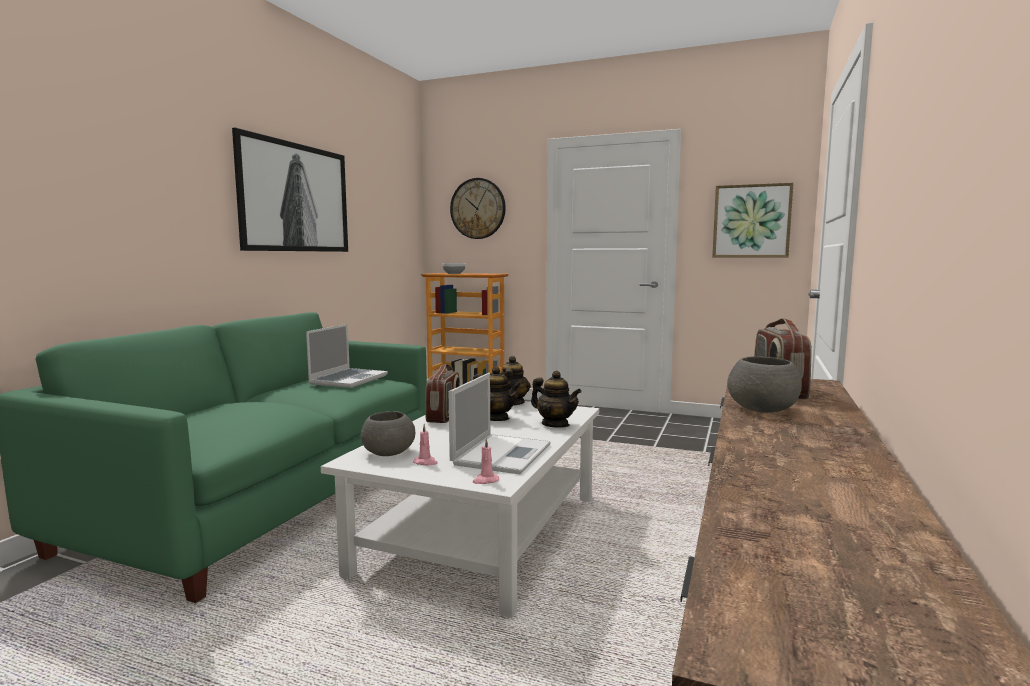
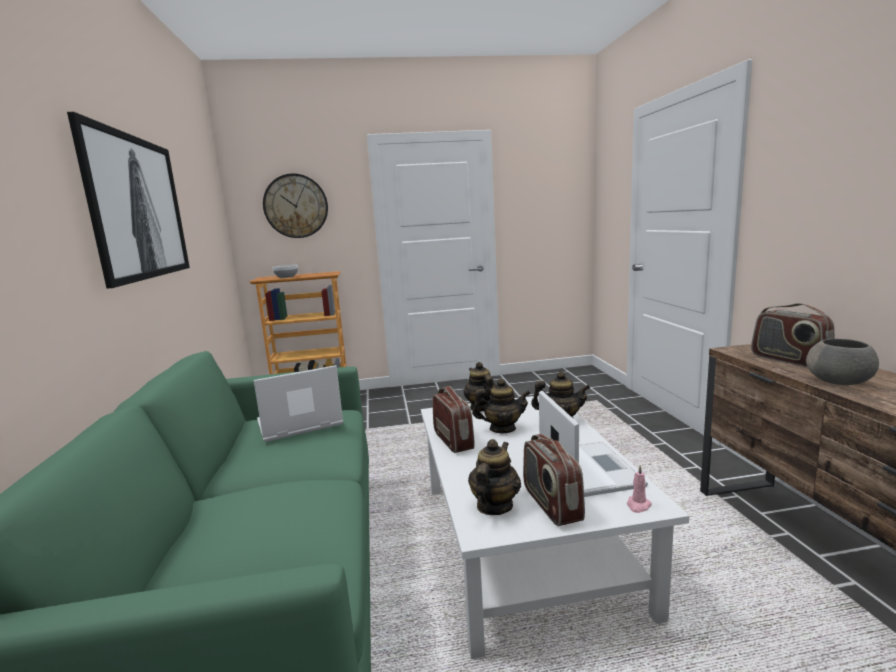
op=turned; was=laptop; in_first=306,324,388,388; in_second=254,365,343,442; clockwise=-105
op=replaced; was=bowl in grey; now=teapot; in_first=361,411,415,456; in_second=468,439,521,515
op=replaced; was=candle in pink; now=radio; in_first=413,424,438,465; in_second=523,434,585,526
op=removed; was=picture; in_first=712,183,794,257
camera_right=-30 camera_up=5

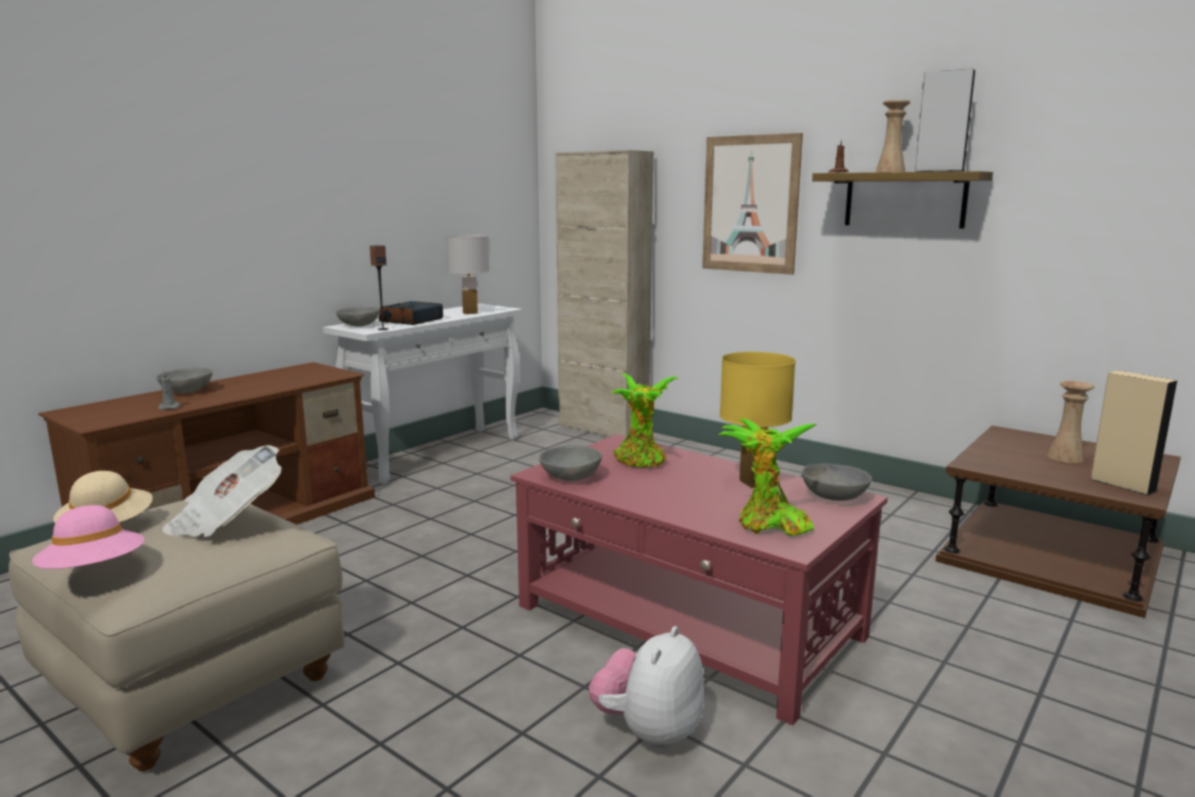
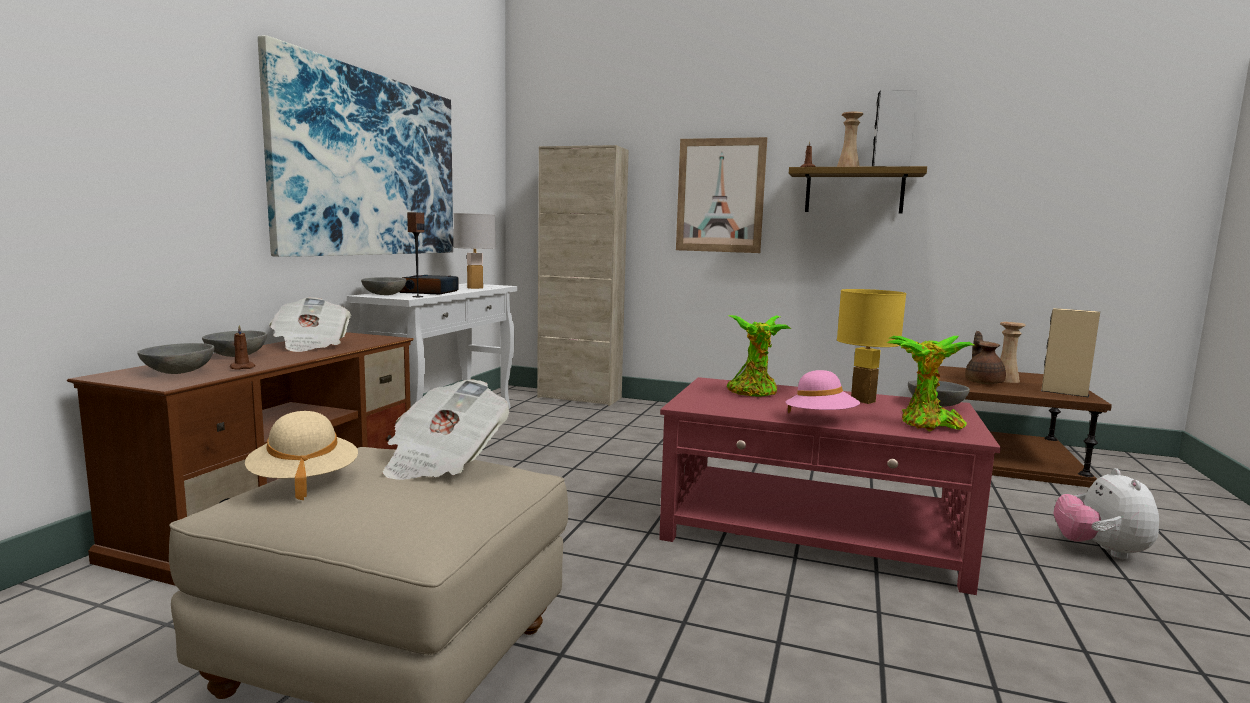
op=moved; was=hat in pink; in_first=32,505,144,569; in_second=786,370,860,413
op=recoloured; was=candle in grey; now=candle in brown; in_first=158,370,180,410; in_second=230,325,256,370
op=moved; was=bowl in grey; in_first=539,445,602,482; in_second=137,343,215,374
op=moved; was=plush toy; in_first=589,626,704,750; in_second=1054,468,1159,560
op=added; now=picture; in_second=258,35,453,257
op=added; now=newspaper; in_second=269,297,351,352
op=added; now=teapot in brown; in_second=965,331,1006,384
camera_right=-20 camera_up=-5

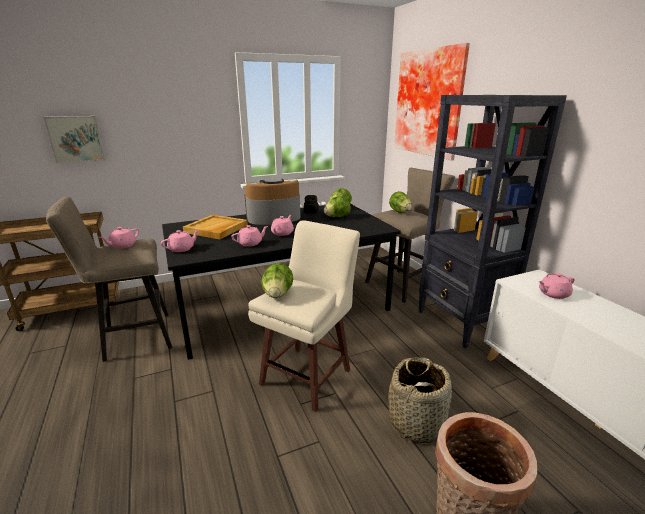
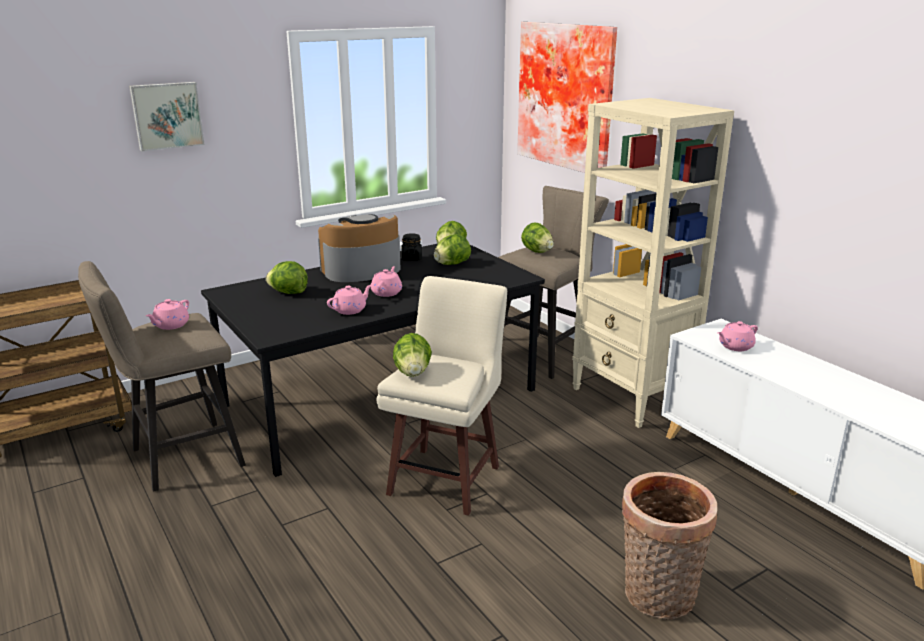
op=moved; was=picture; in_first=43,116,105,163; in_second=129,82,205,151
op=removed; was=teapot in pink; in_first=161,230,199,252
op=replaced; was=tray in beige; now=lettuce; in_first=183,215,248,239; in_second=266,261,308,294
op=removed; was=basket; in_first=388,357,452,443
op=recoloured; was=bookcase in black; now=bookcase in beige; in_first=418,95,567,348; in_second=572,98,734,428
camera_right=-10 camera_up=0

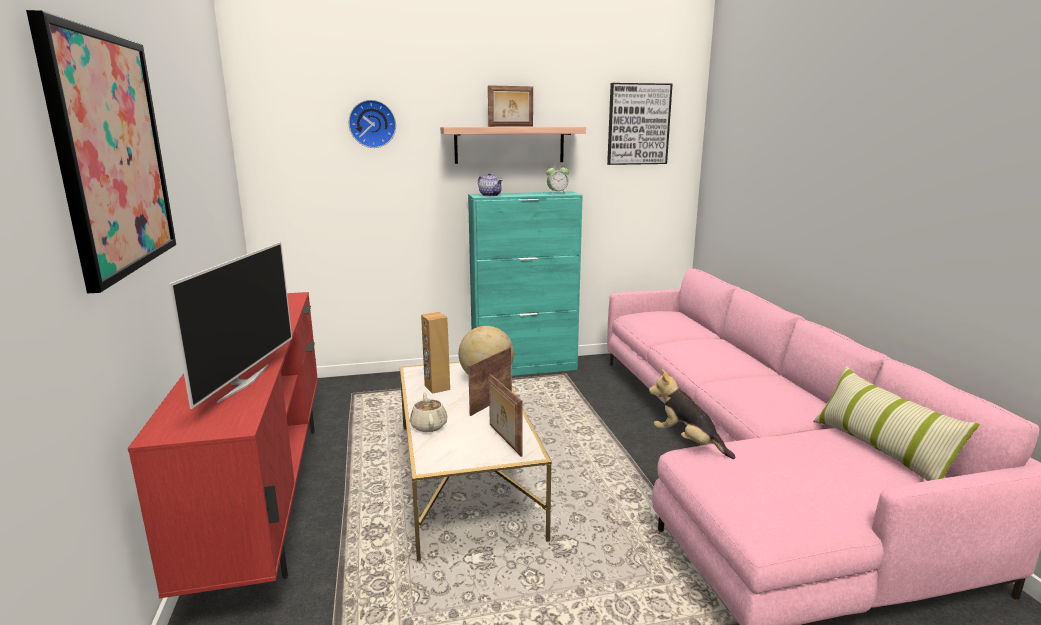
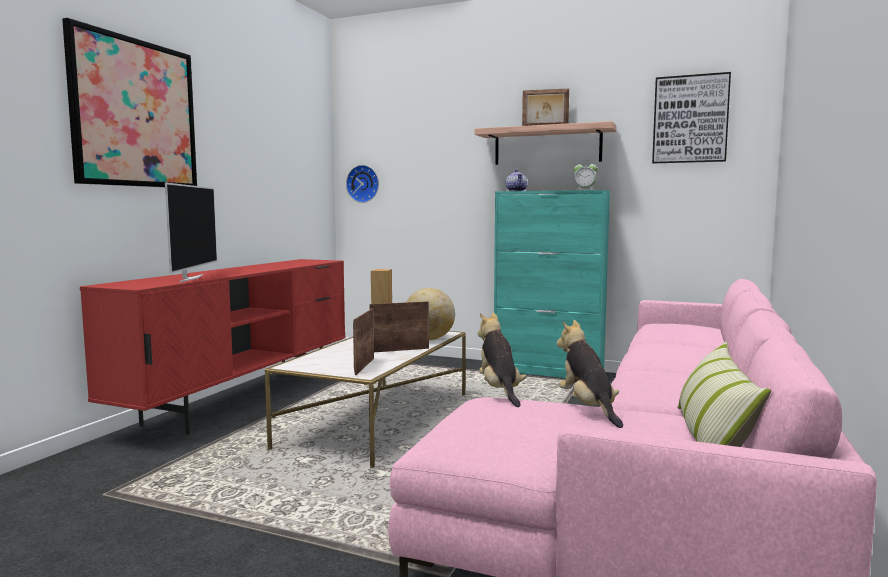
op=turned; was=television; in_first=168,242,292,409; in_second=165,183,217,283; clockwise=-45
op=moved; was=wall clock; in_first=348,100,396,148; in_second=346,165,379,203
op=removed; was=teapot in beige; in_first=410,392,447,432
op=added; now=plush toy; in_second=557,320,623,428
camera_right=35 camera_up=-10

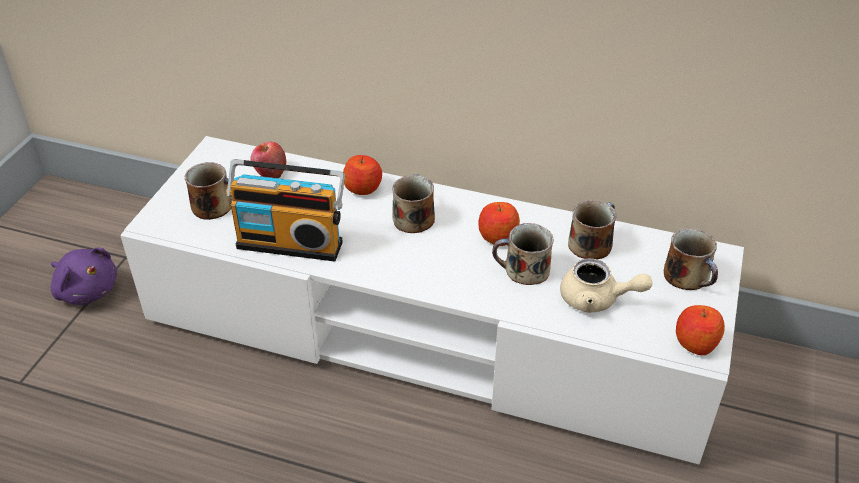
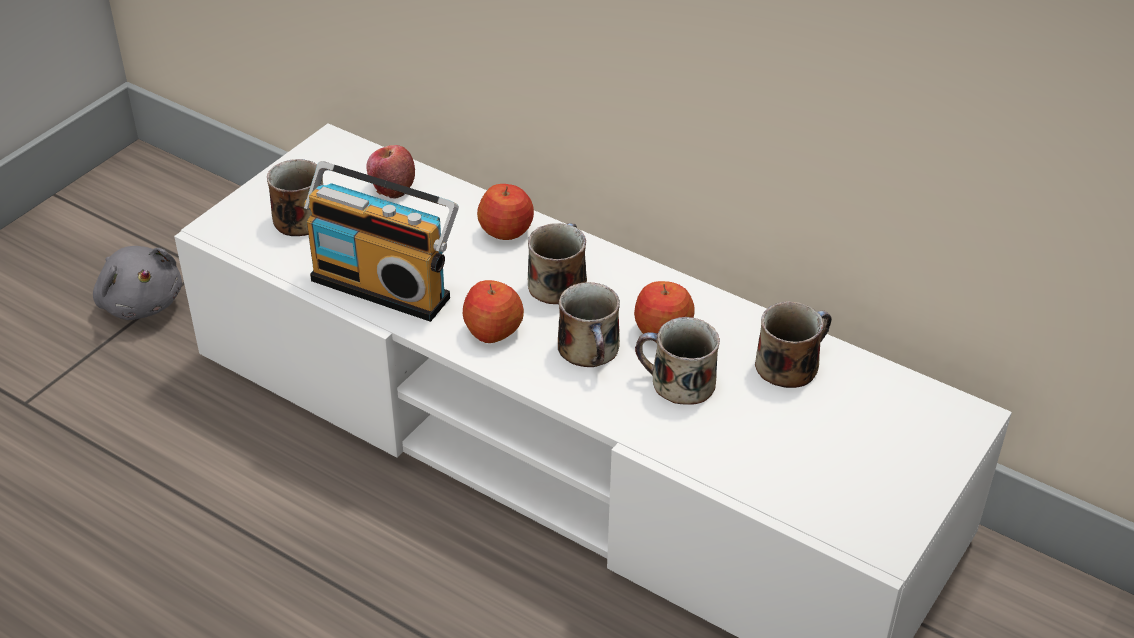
op=recoloured; was=plush toy in purple; now=plush toy in grey; in_first=51,247,117,305; in_second=93,246,182,320
op=removed; was=teapot in beige; in_first=560,258,652,313
op=moved; was=mug; in_first=664,228,718,290; in_second=558,282,620,367
op=moved; was=apple; in_first=676,305,725,355; in_second=463,280,524,343
camera_right=15 camera_up=0

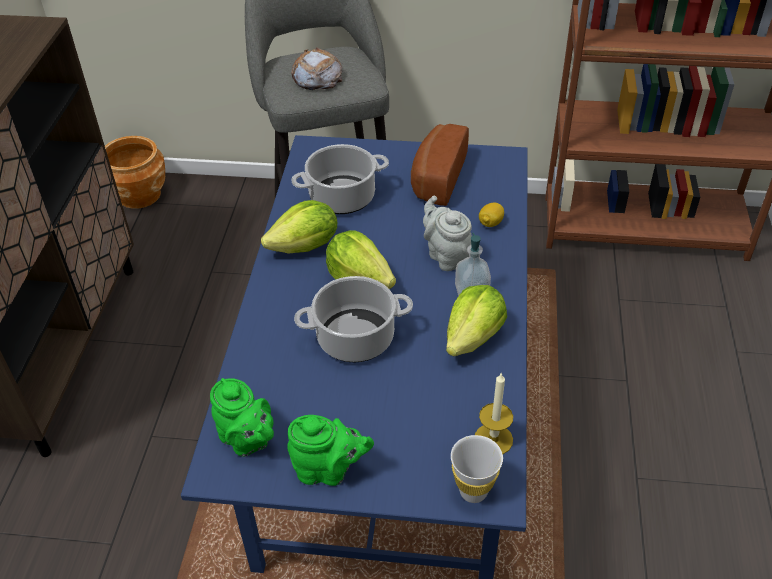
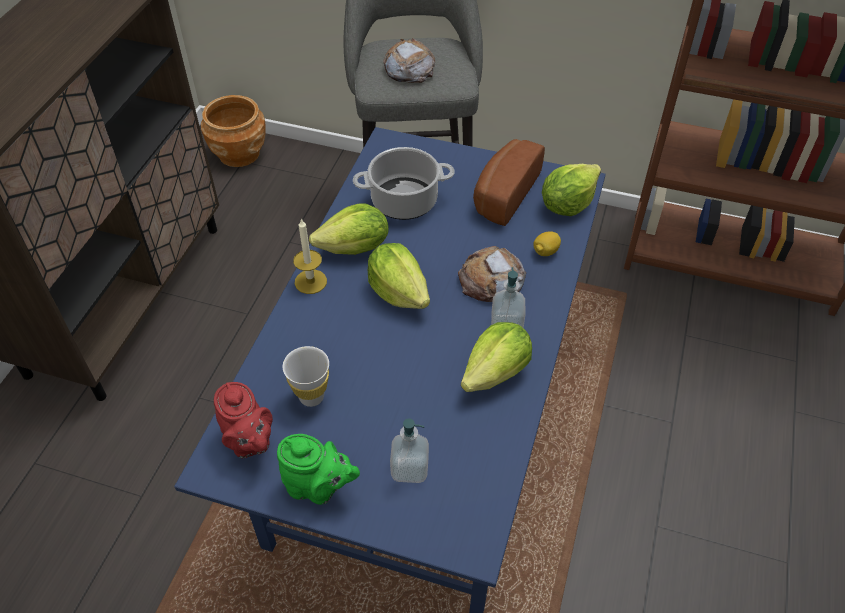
op=recoloured; was=teapot in green; now=teapot in red; in_first=210,378,274,457; in_second=214,382,273,458
op=removed; was=cooking pot; in_first=294,276,413,362
op=replaced; was=teapot in grey; now=bread; in_first=423,196,472,271; in_second=458,246,526,302
op=moved; was=cup in white; in_first=451,435,503,503; in_second=283,346,329,407
op=moved; was=candle; in_first=475,372,513,454; in_second=293,219,327,294
op=added; now=soap dispenser; in_second=390,418,429,483
op=added; now=lettuce; in_second=542,164,601,216
camera_right=10 camera_up=5

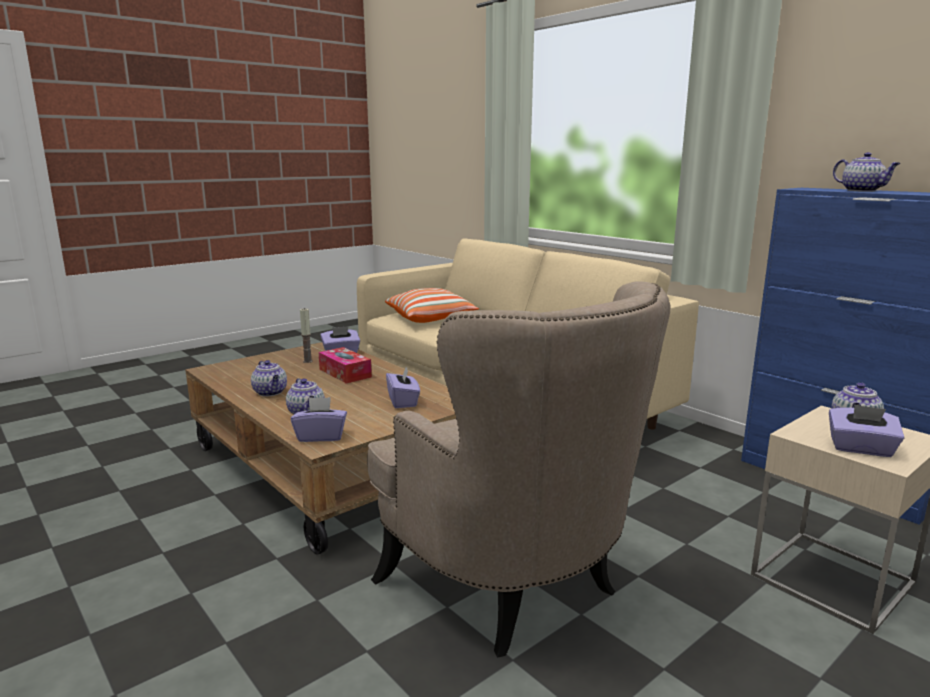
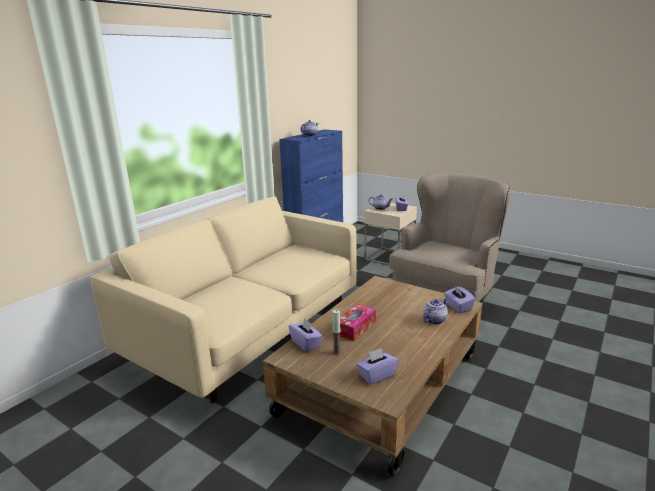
op=removed; was=teapot; in_first=251,360,287,396
op=removed; was=pillow; in_first=385,288,479,323
op=moved; was=tissue box in purple; in_first=386,367,420,408; in_second=357,348,399,385
camera_right=-105 camera_up=5

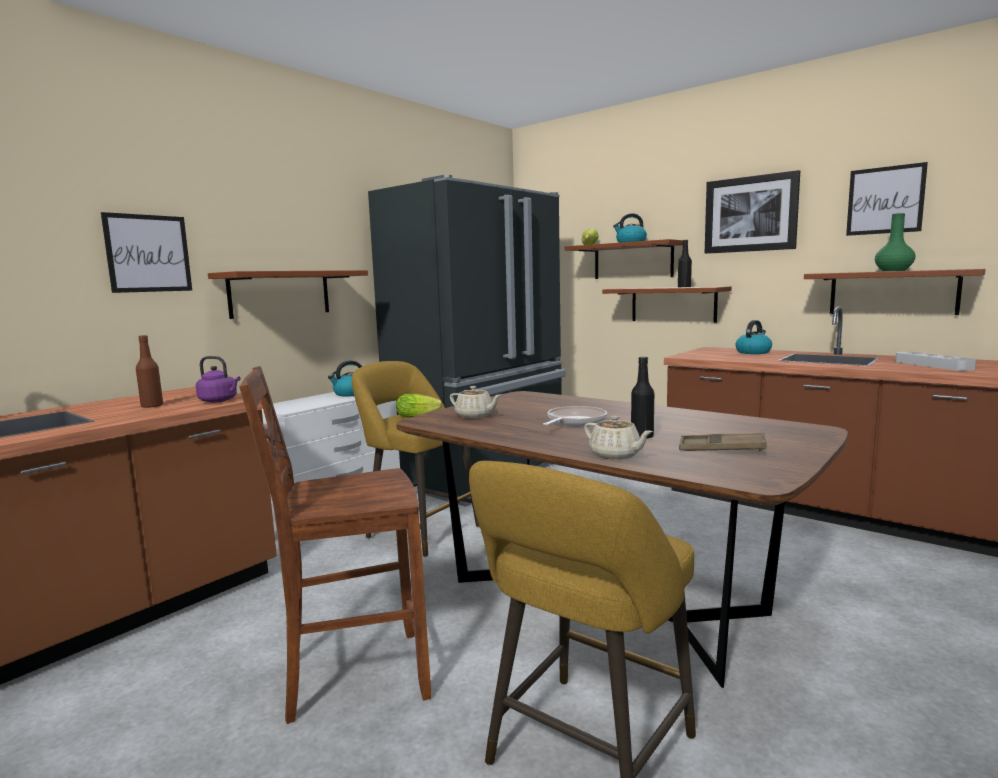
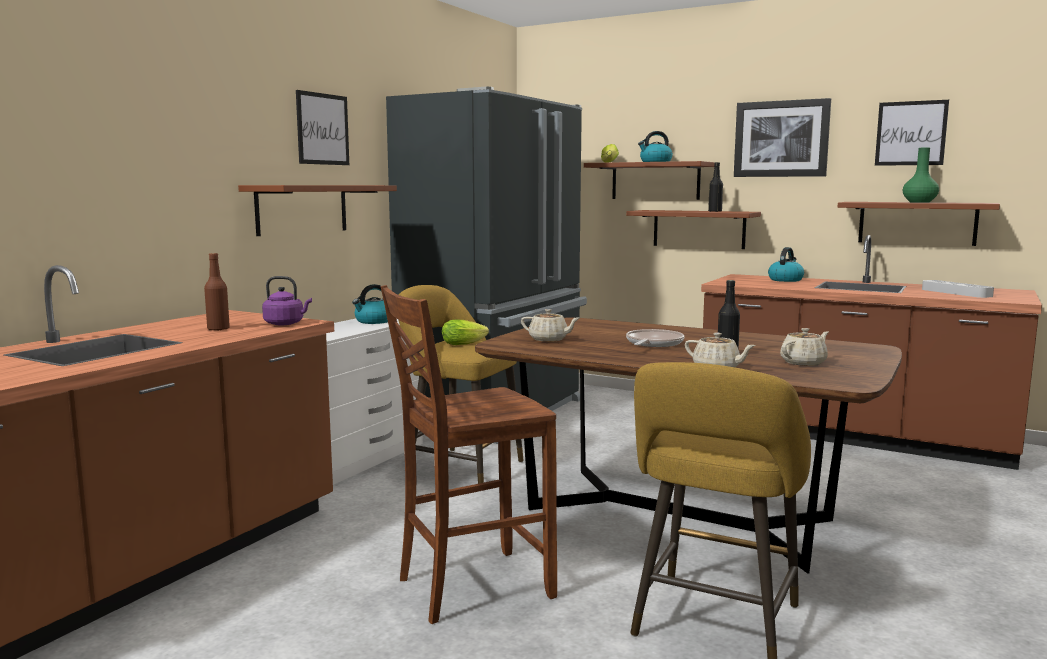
op=moved; was=picture; in_first=101,212,192,293; in_second=296,90,349,165
op=replaced; was=tray in brown; now=teapot in beige; in_first=679,433,767,451; in_second=780,328,828,366
camera_right=-10 camera_up=0

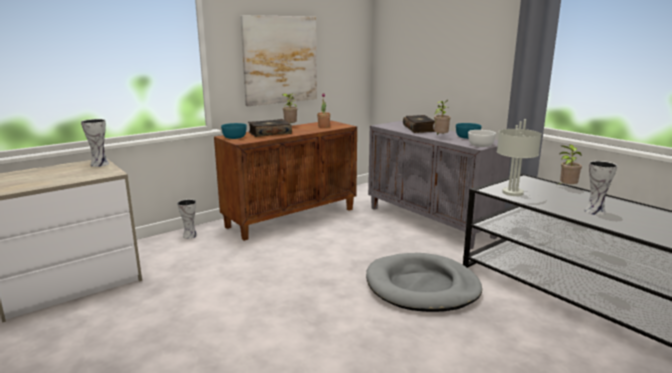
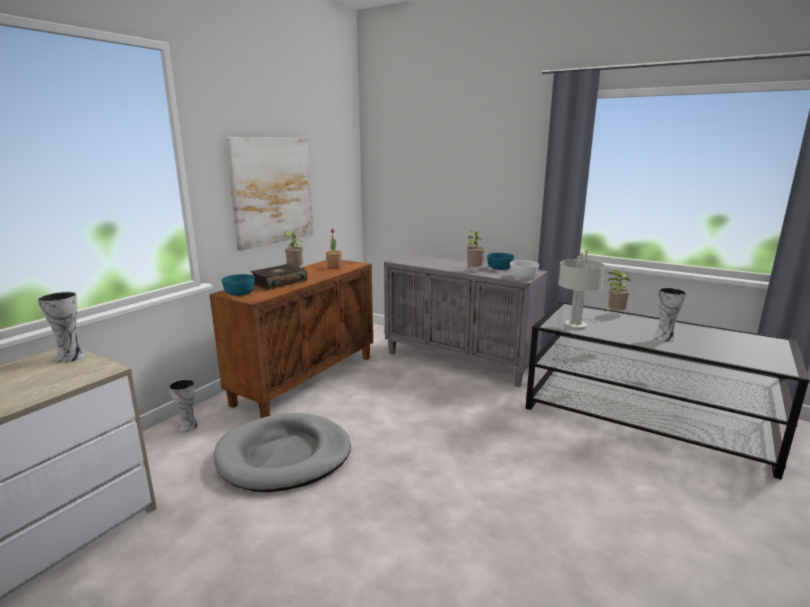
op=moved; was=dog bed in grey; in_first=366,253,482,312; in_second=214,413,351,492
op=removed; was=book; in_first=403,115,435,133
camera_right=-20 camera_up=0

